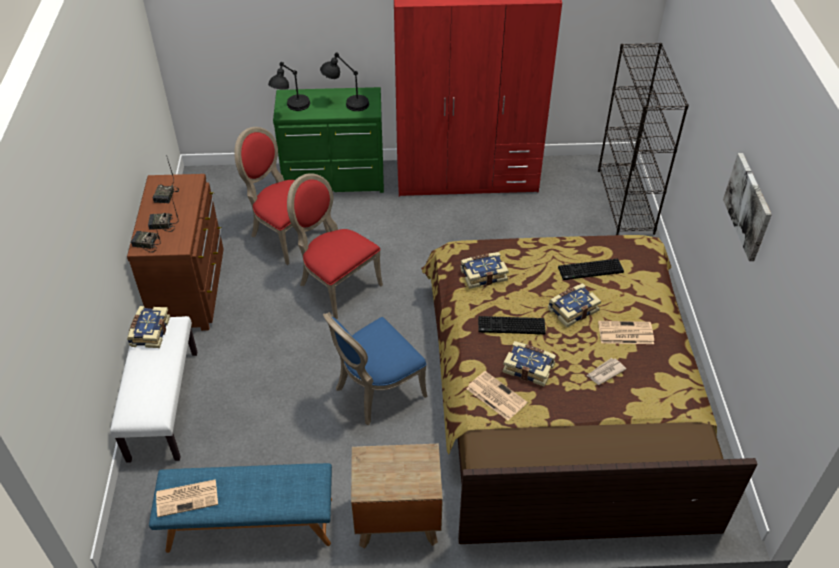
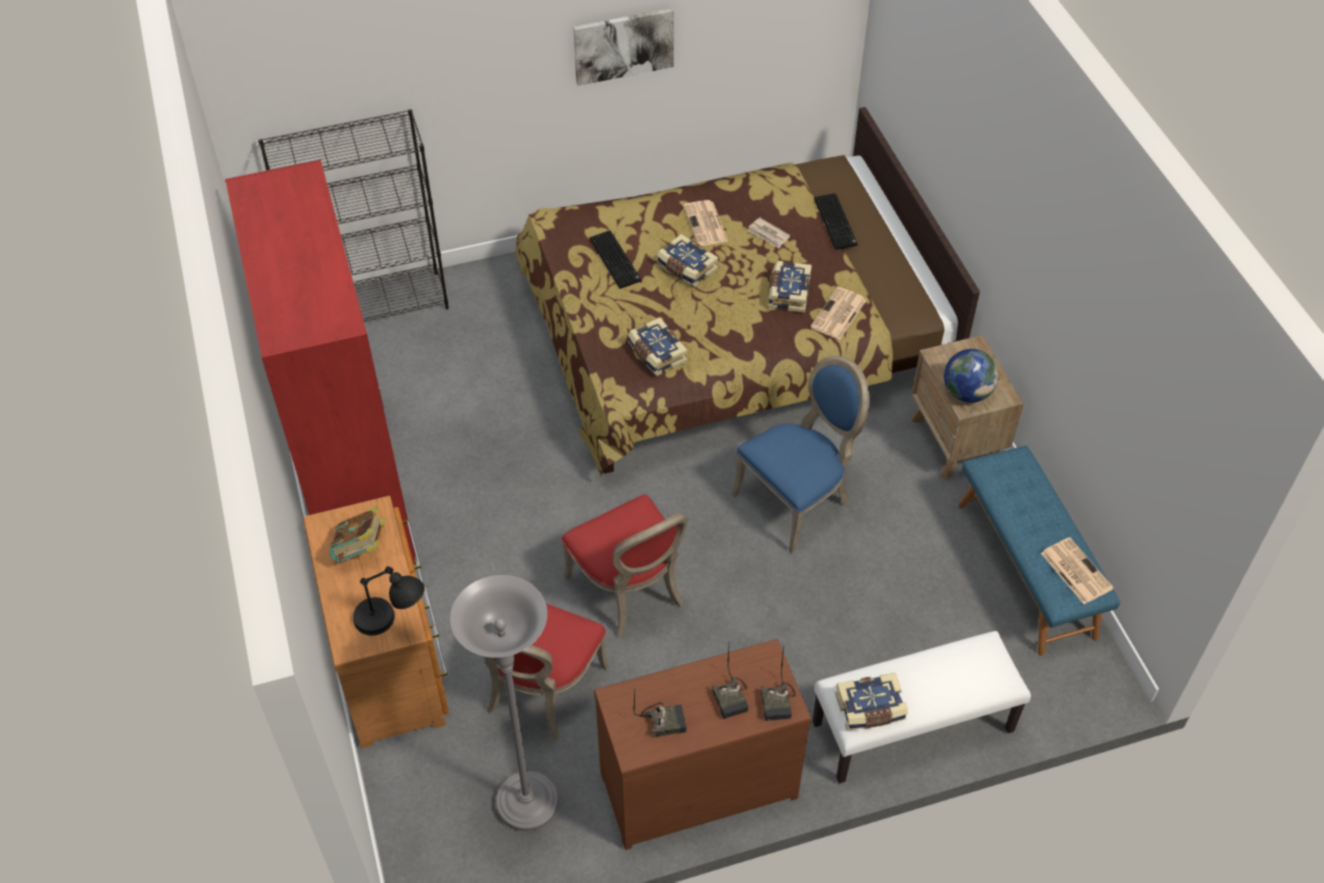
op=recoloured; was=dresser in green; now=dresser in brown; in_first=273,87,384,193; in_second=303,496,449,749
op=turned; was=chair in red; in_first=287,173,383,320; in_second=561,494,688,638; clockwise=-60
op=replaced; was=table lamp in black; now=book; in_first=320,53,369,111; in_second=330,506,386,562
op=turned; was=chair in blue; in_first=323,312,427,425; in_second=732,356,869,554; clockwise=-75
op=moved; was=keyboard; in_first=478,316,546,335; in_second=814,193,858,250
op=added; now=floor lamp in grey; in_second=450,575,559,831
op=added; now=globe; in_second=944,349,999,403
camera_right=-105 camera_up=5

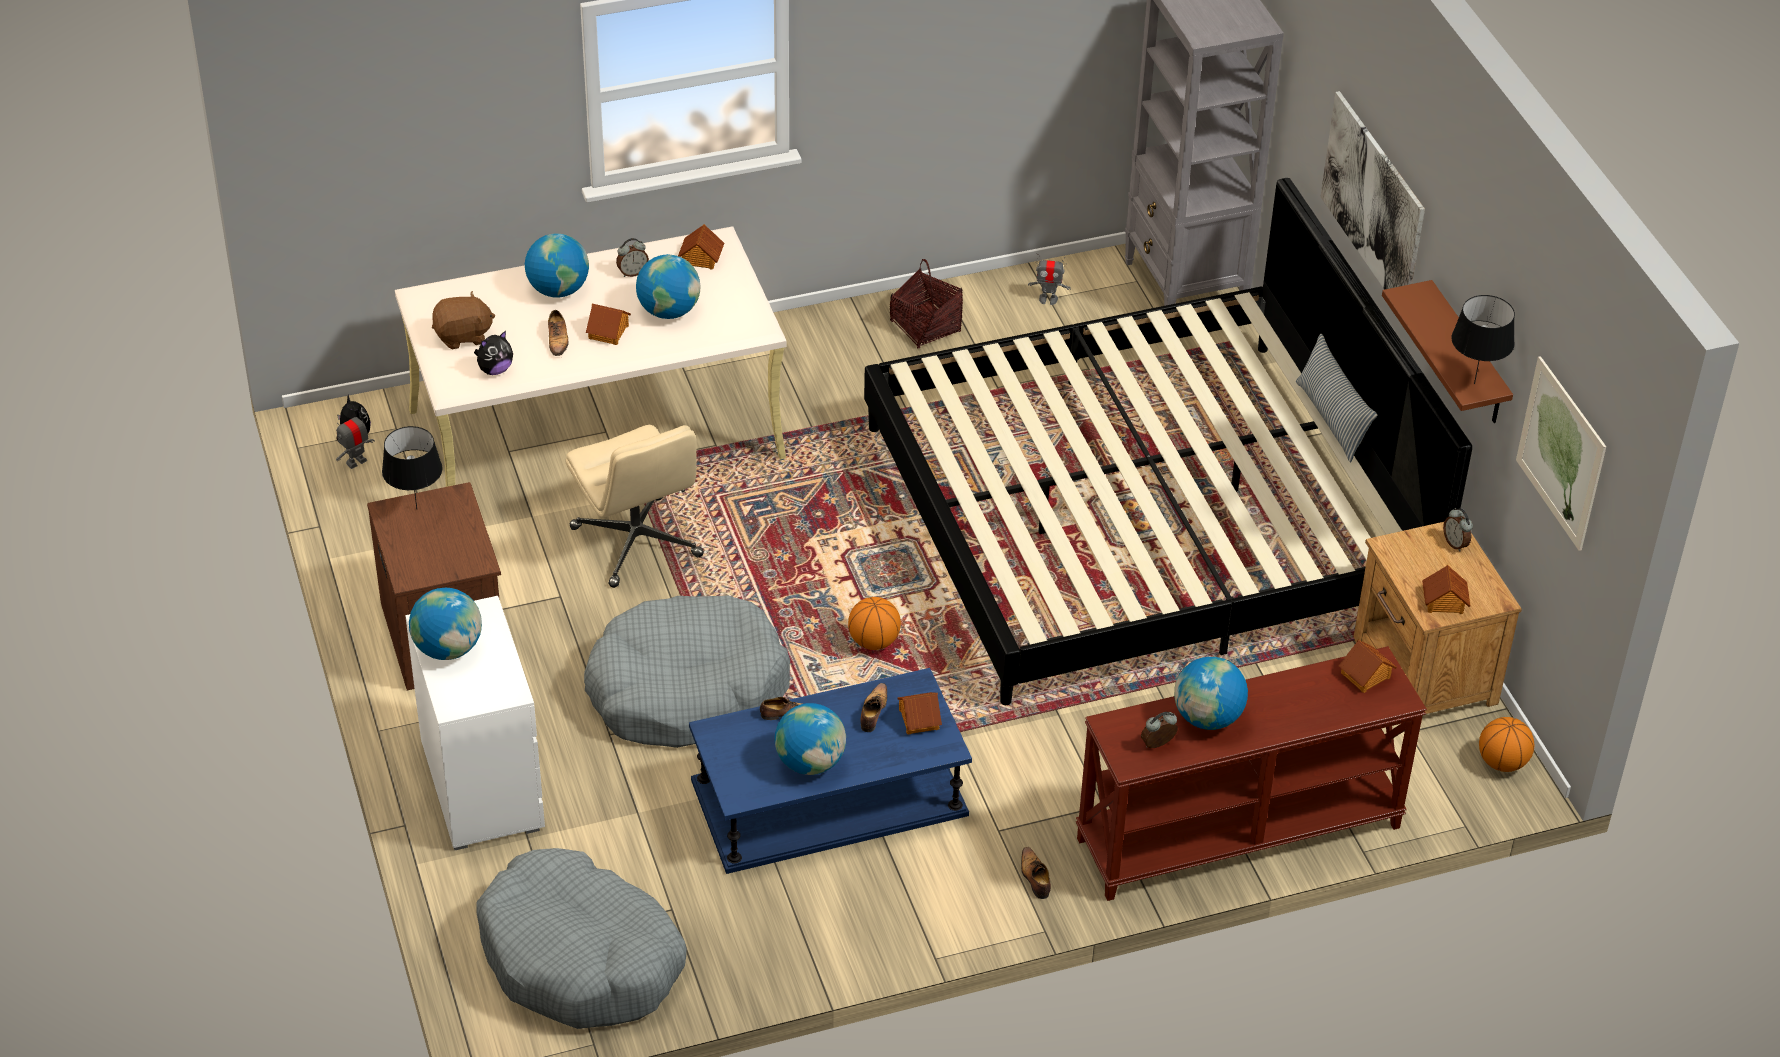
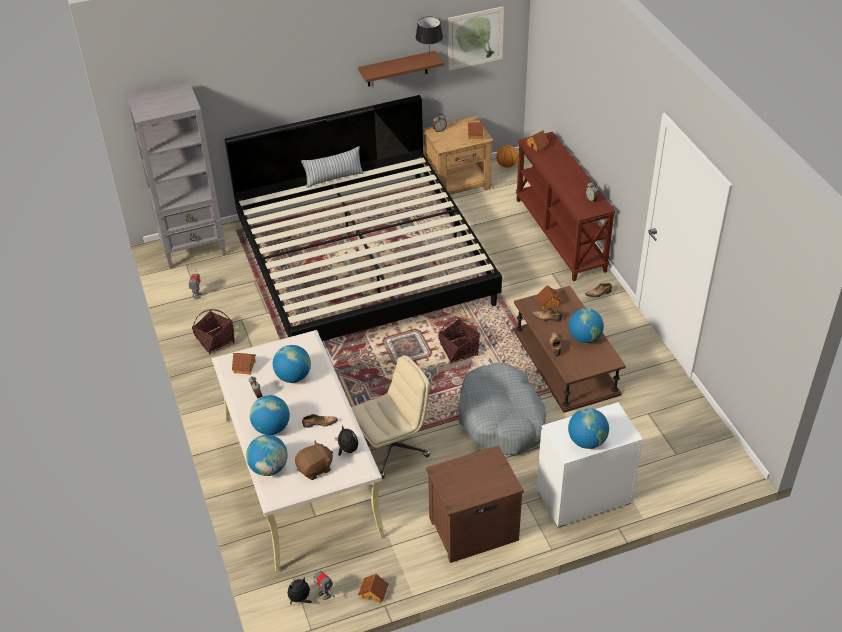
op=removed; was=table lamp in black; in_first=382,426,442,509
op=turned; was=plush toy in brown; in_first=432,291,496,349; in_second=295,441,333,480; clockwise=75
op=removed; was=dog bed in grey; in_first=476,848,687,1029
op=moved; was=toy house; in_first=586,304,631,345; in_second=358,574,389,603
op=recoloured; was=coffee table in blue; now=coffee table in brown; in_first=689,668,972,874; in_second=513,286,626,413
op=replaced; was=basketball; now=basket; in_first=848,597,901,650; in_second=439,318,480,364
op=moved; was=globe; in_first=1174,657,1248,730; in_second=246,435,288,476
op=removed; was=picture; in_first=1320,91,1425,290
camera_right=-90 camera_up=0

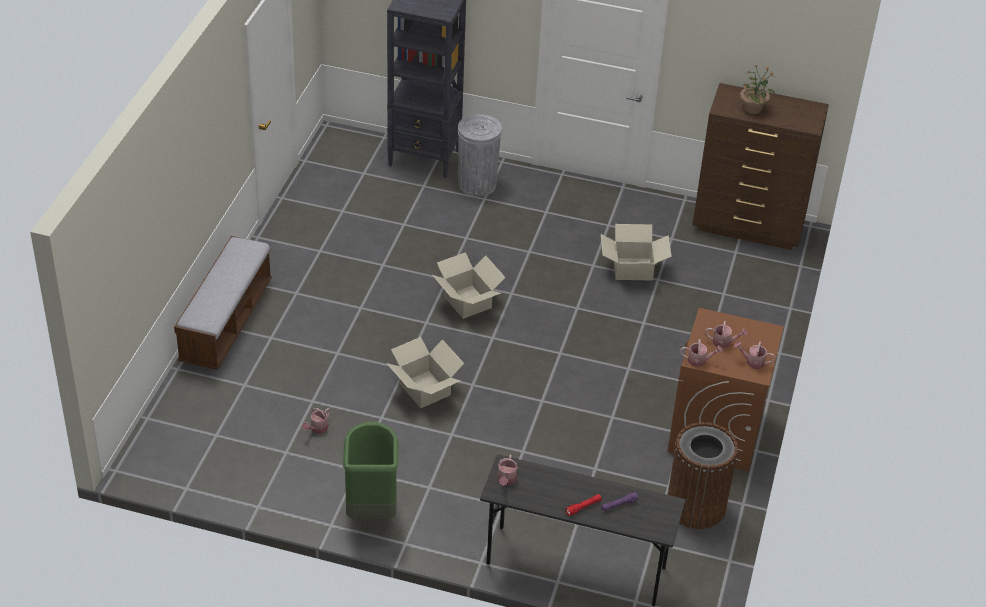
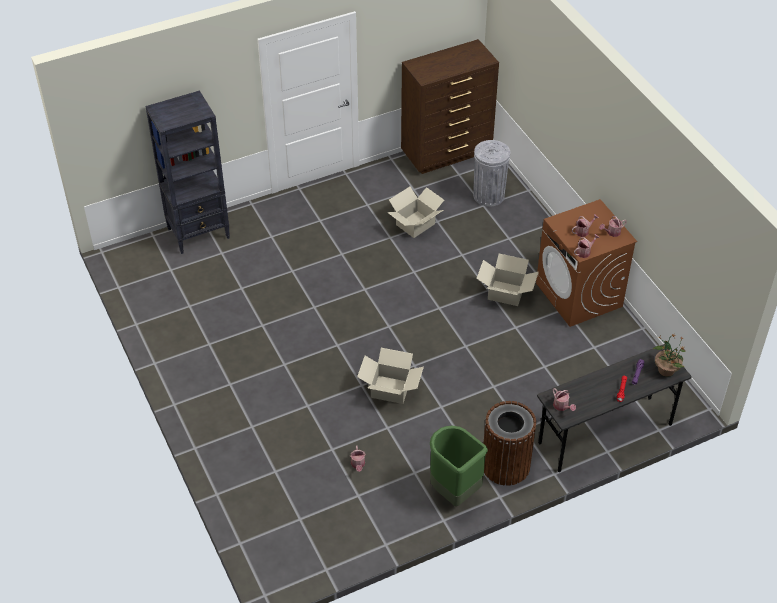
op=removed; was=bench; in_first=174,236,272,370
op=moved; was=cardboard box; in_first=433,252,506,319; in_second=476,254,539,306
op=moved; was=trash can in grey; in_first=458,114,502,197; in_second=473,140,510,207
op=moved; was=trash can in brown; in_first=668,422,738,529; in_second=483,401,536,486
op=moved; was=potted plant; in_first=740,65,775,114; in_second=653,334,685,377
camera_right=-40 camera_up=5

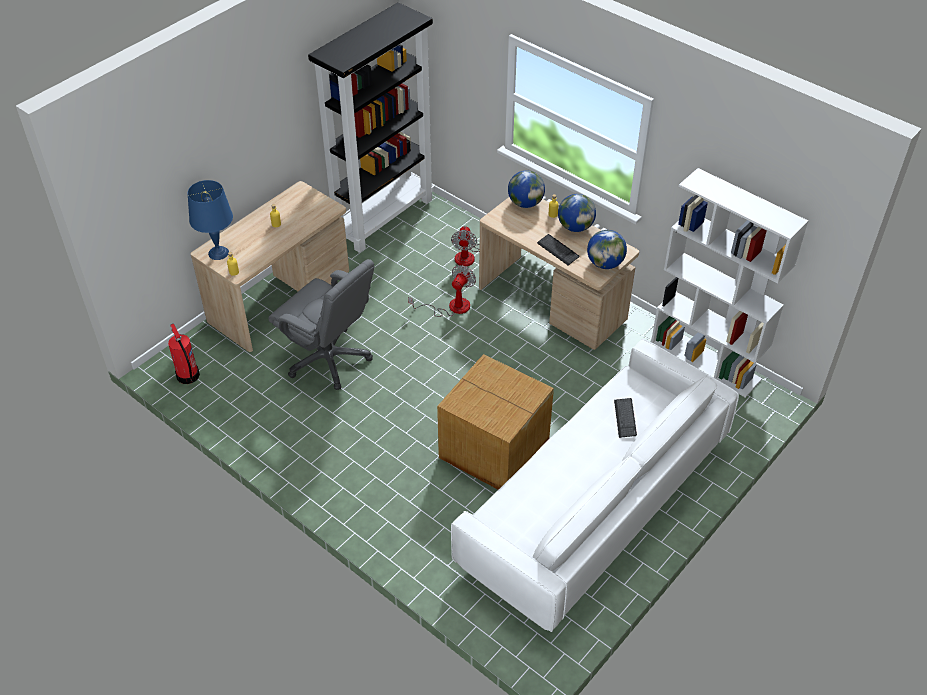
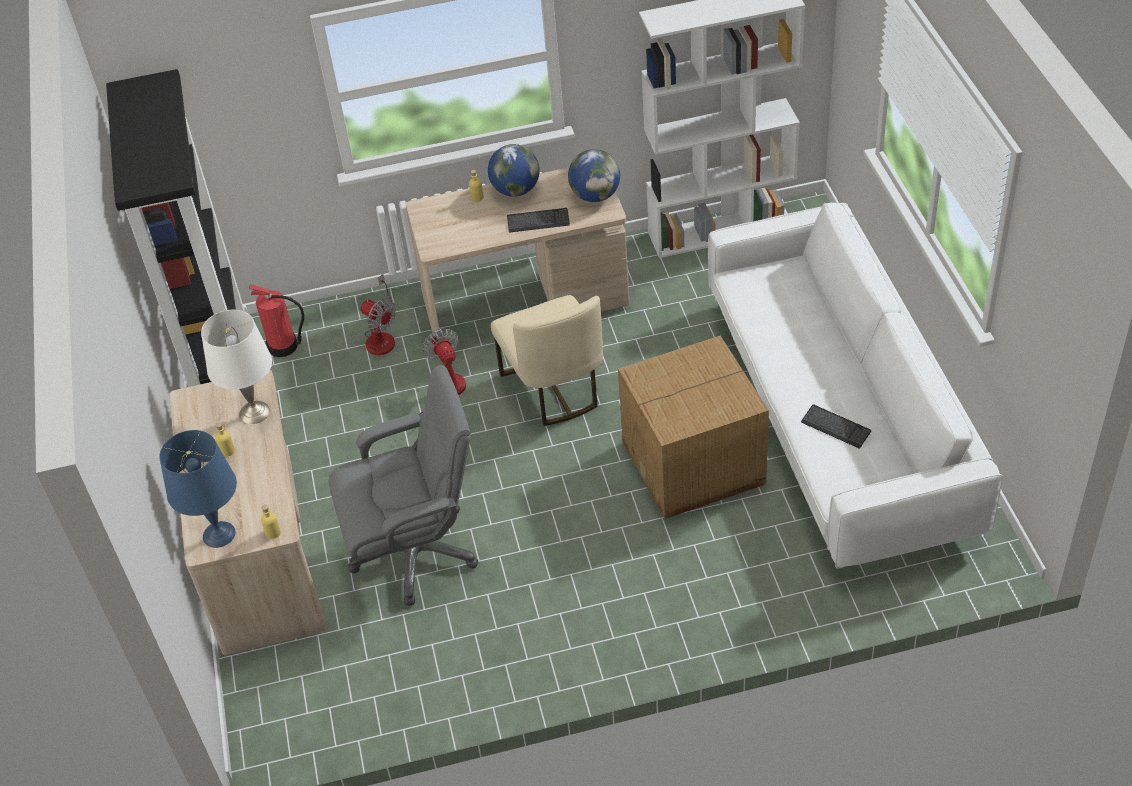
op=moved; was=fire extinguisher; in_first=168,324,200,384; in_second=249,285,304,357
op=removed; was=globe; in_first=508,170,545,208
op=moved; was=keyboard; in_first=614,398,637,438; in_second=801,405,871,449
op=added; now=table lamp in white; in_second=201,310,272,424
op=added; now=chair in beige; in_second=491,295,603,426
camera_right=-50 camera_up=0

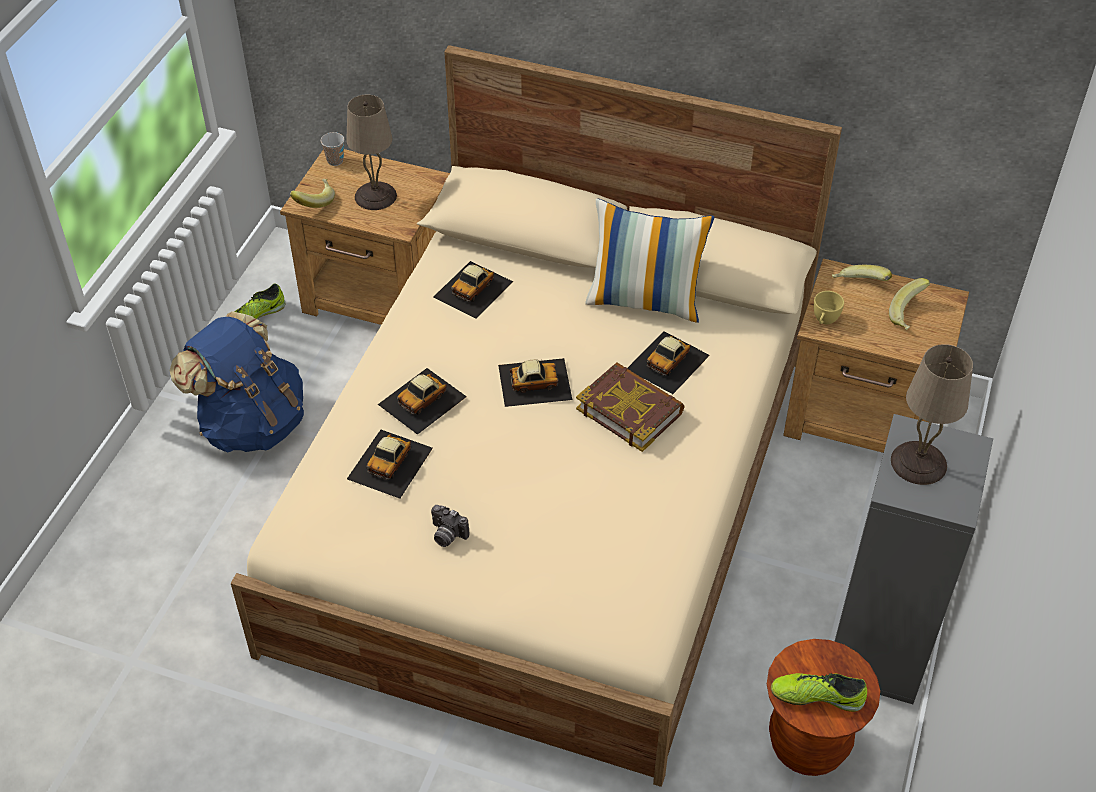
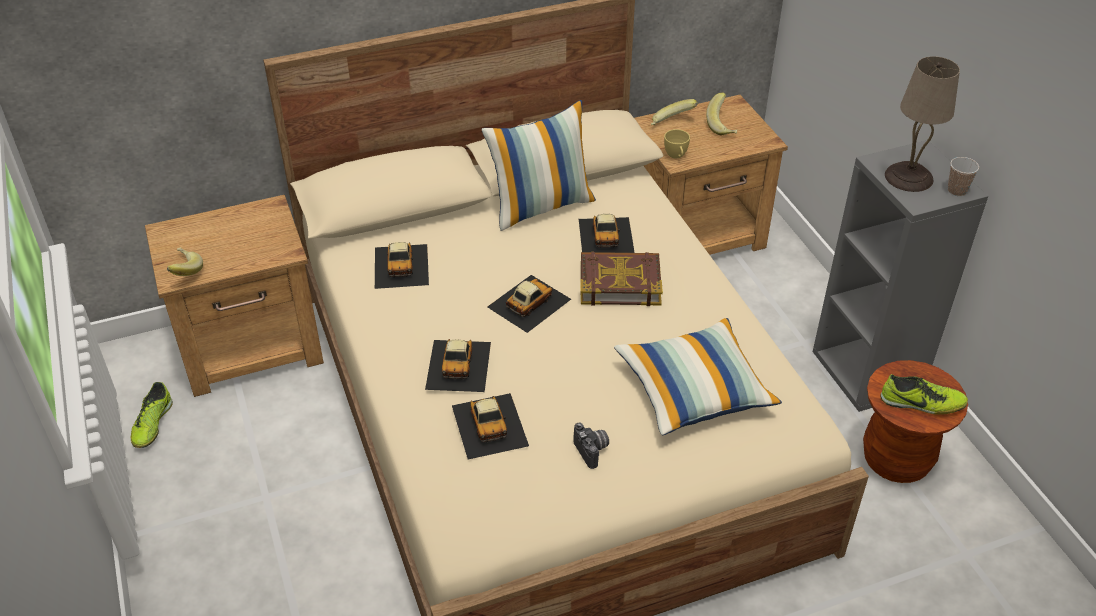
op=removed; was=backpack in blue; in_first=170,311,304,453
op=moved; was=cup; in_first=321,132,344,166; in_second=948,157,979,196
op=removed; was=table lamp in beige; in_first=346,95,397,210
op=turned; was=photo camera; in_first=431,505,470,547; in_second=573,423,609,469; clockwise=-105
op=turned; was=shoe; in_first=771,673,867,712; in_second=880,374,968,415; clockwise=-135
op=added; now=pillow; in_second=614,318,782,436
camera_right=-40 camera_up=-5

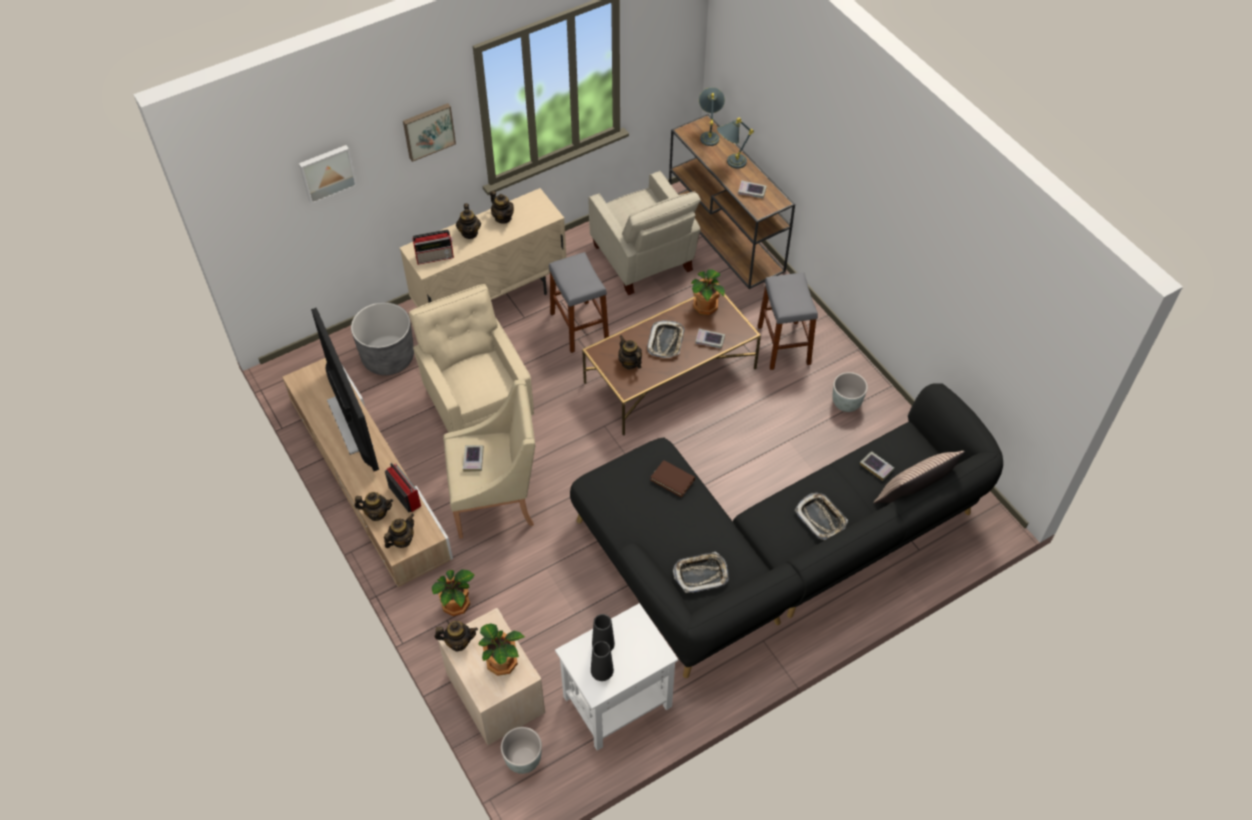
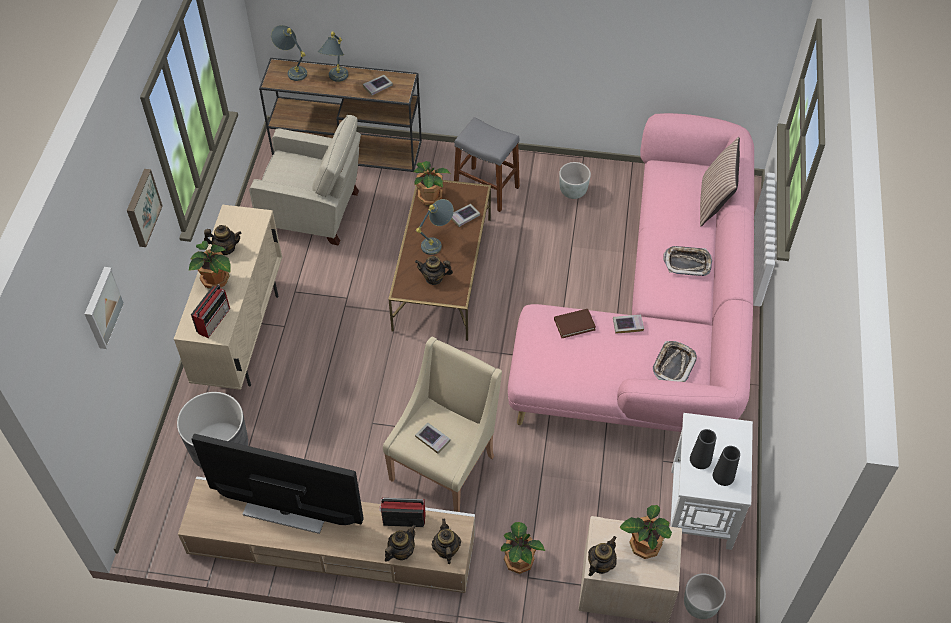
op=removed; was=armchair in beige; in_first=409,284,534,433
op=replaced; was=teapot; now=potted plant; in_first=456,203,481,239; in_second=189,241,231,289
op=removed; was=stool in grey; in_first=549,252,609,353
op=recoloured; was=sofa in black; now=sofa in pink; in_first=570,383,1003,678; in_second=508,113,754,432
op=replaced; was=tray; now=table lamp in grey; in_first=647,321,685,358; in_second=416,199,454,255
op=moved; was=book; in_first=860,451,894,481; in_second=613,315,644,334
camera_right=-50 camera_up=0

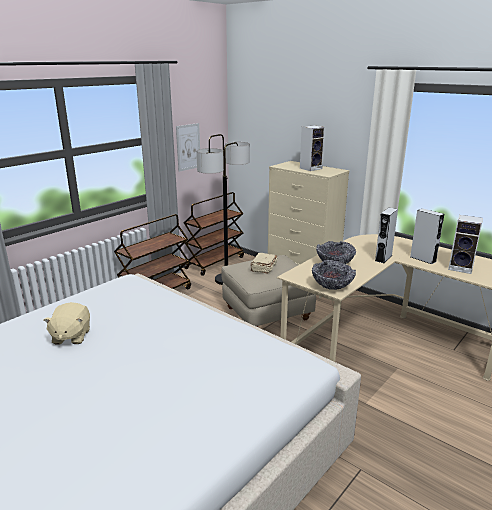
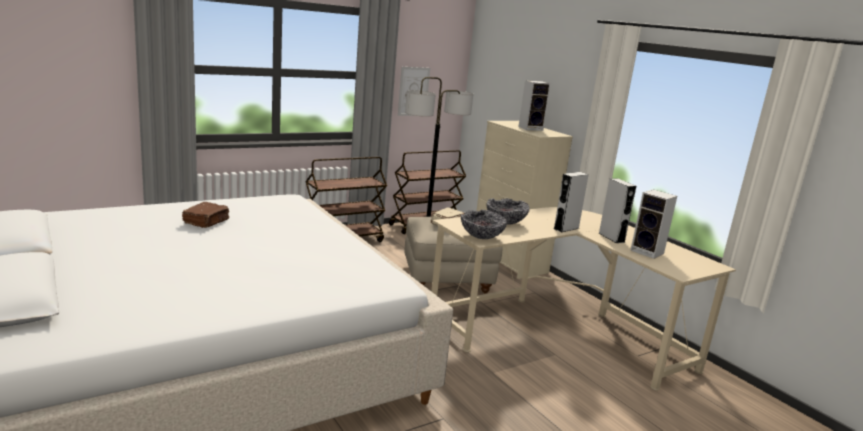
op=replaced; was=plush toy in beige; now=book in brown; in_first=43,302,90,344; in_second=182,202,229,228
camera_right=15 camera_up=-5

